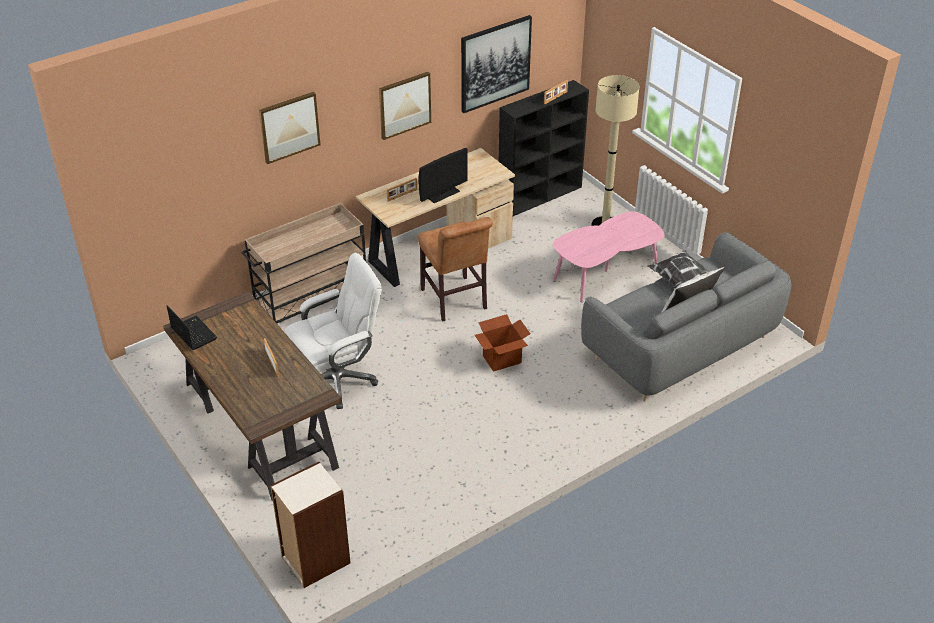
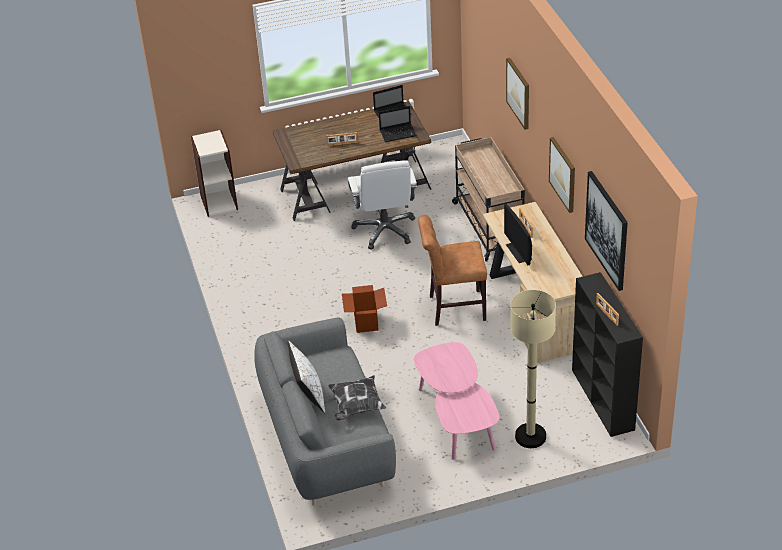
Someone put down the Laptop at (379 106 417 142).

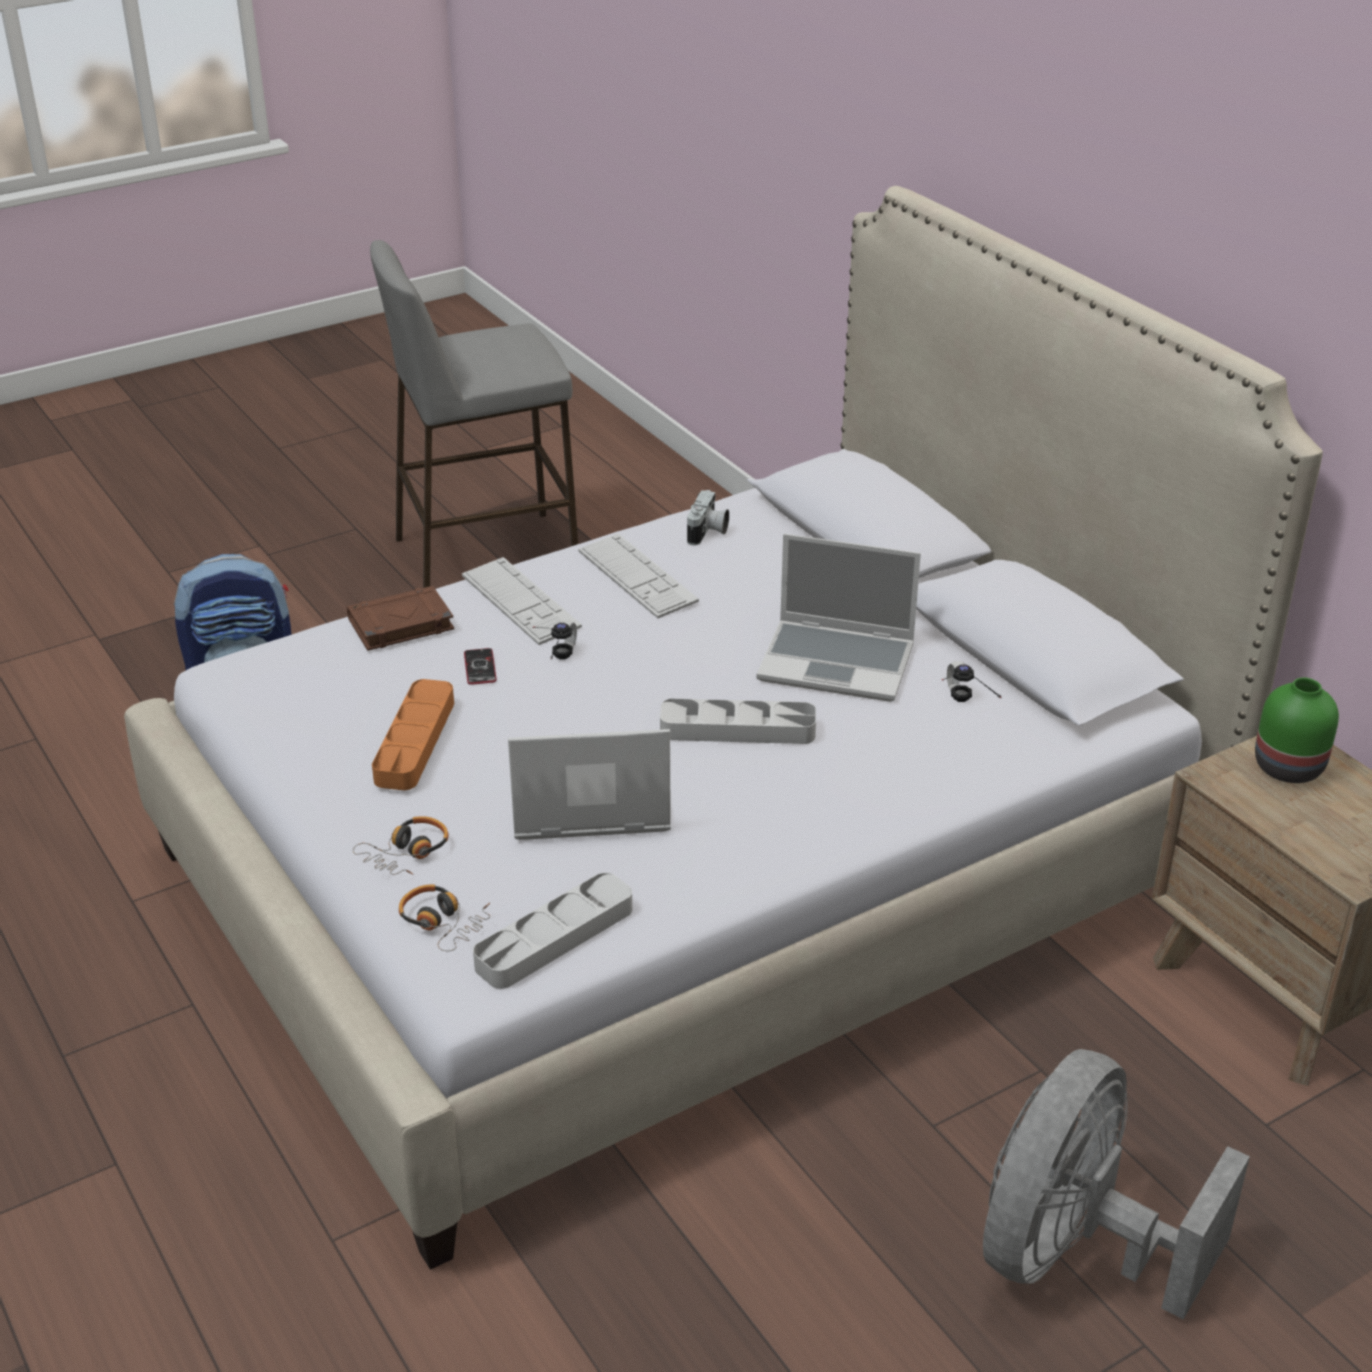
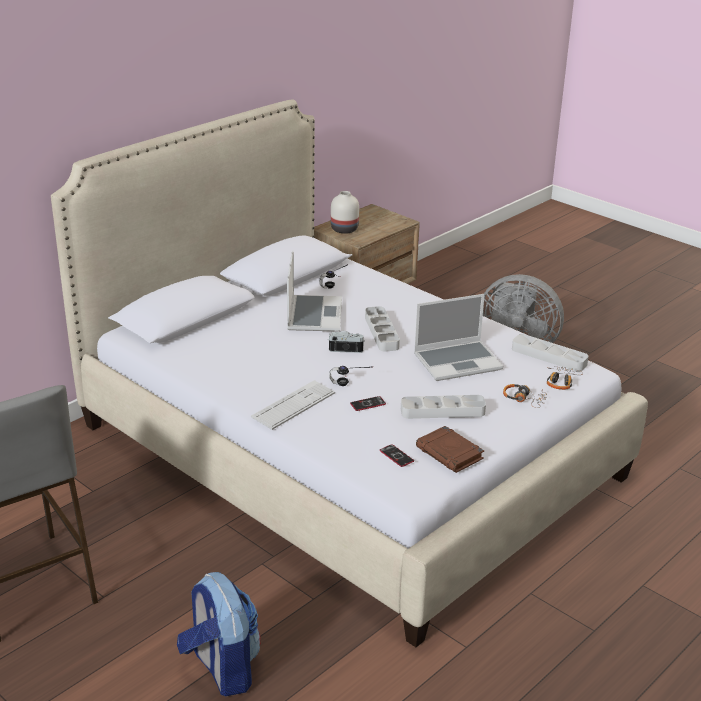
Someone took away the Keyboard at (578 534 699 618).
Someone put down the Phone at (380 444 414 467).
Someone carried the BrownBook from (347 586 454 651) to (416 426 484 473).
Someone carried the PhotoCamera from (687 490 729 546) to (328 331 365 353).
Someone repainted the OrangeTray at (372 679 454 790), which became the GreyTray at (401 395 486 419).
Someone repainted the GreenVase at (1255 678 1339 783), which became the WhiteVase at (331 191 359 234).
Someone rotated the Laptop at (508 729 671 840) by 90 degrees counterclockwise.

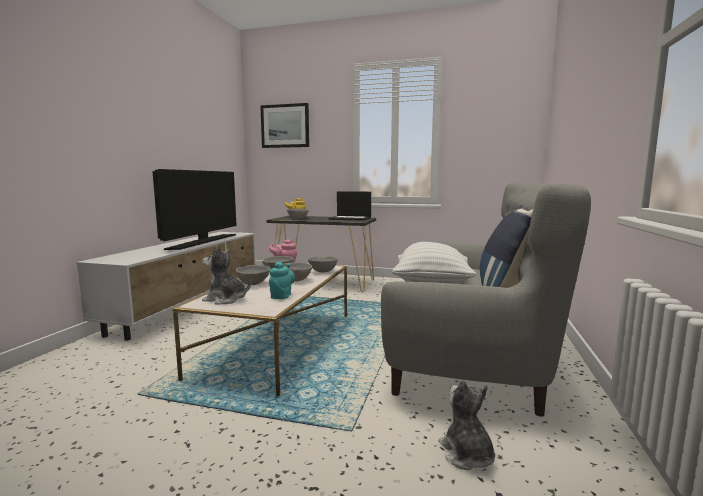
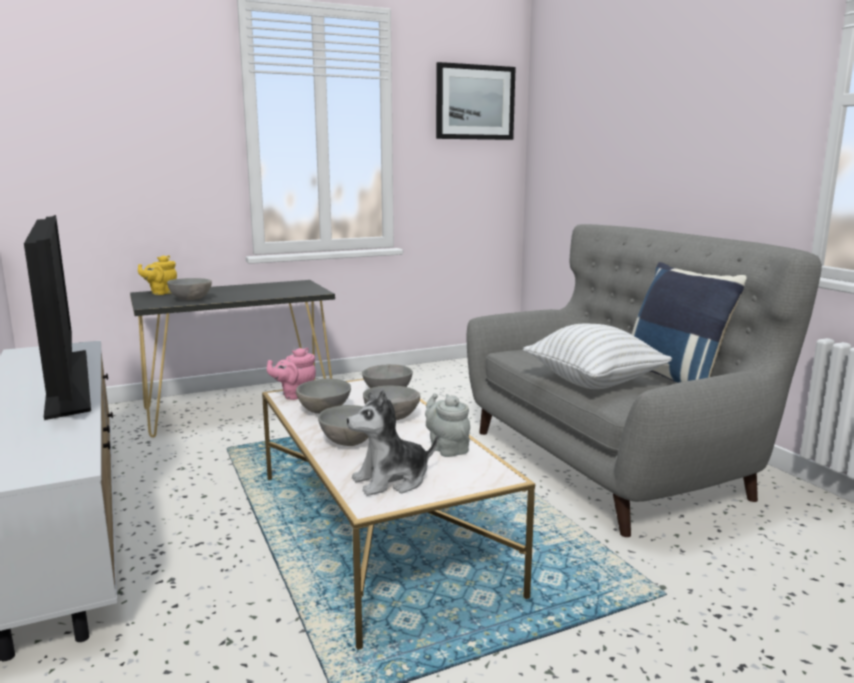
Someone took away the Laptop at (329 191 371 221).
Someone took away the PlushToy at (439 380 495 470).
Someone carried the Picture from (260 103 309 148) to (436 62 516 140).
Someone repainted the TurquoiseTeapot at (269 262 295 299), which became the GreyTeapot at (425 393 470 457).

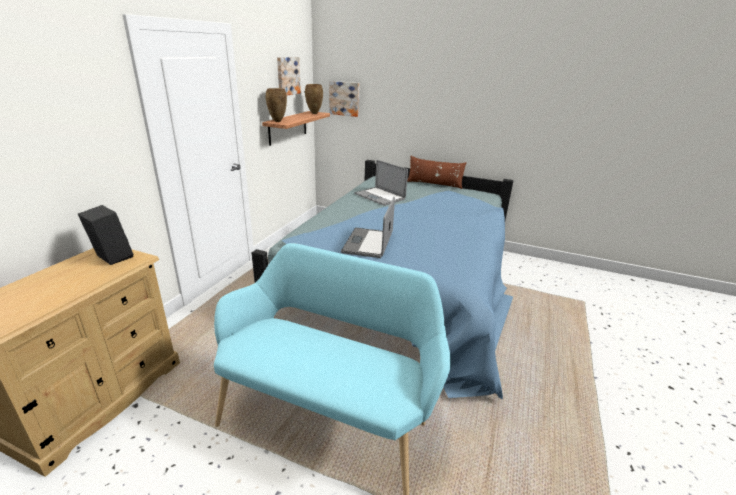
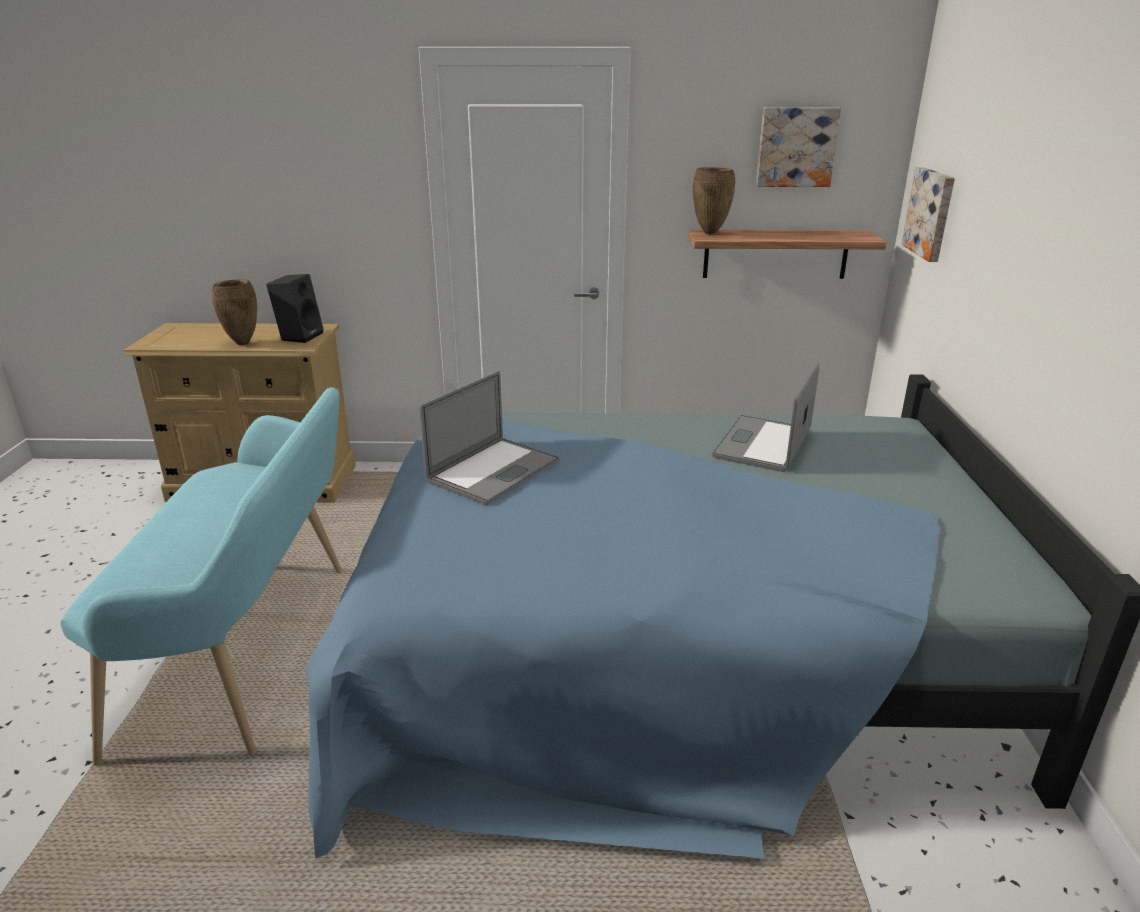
Someone took away the BrownPillow at (407 156 466 189).
Someone carried the BrownVase from (305 84 323 114) to (212 280 257 345).
Someone rotated the Laptop at (341 197 395 258) by 135 degrees clockwise.

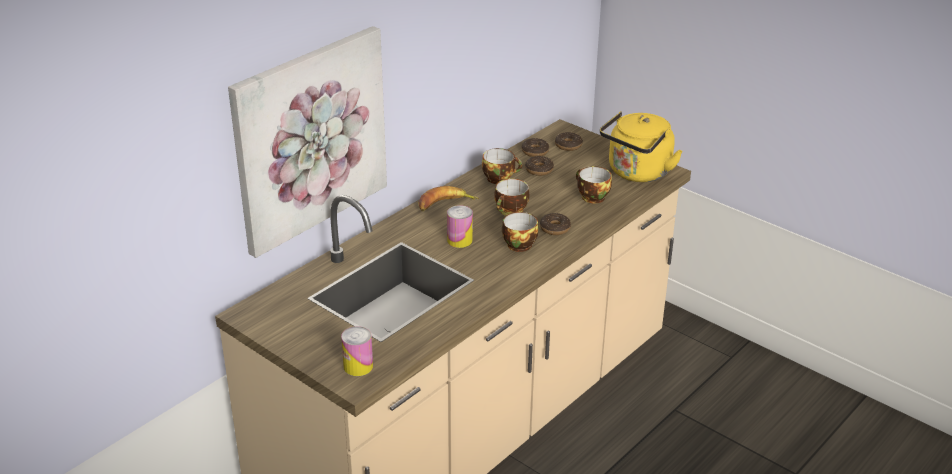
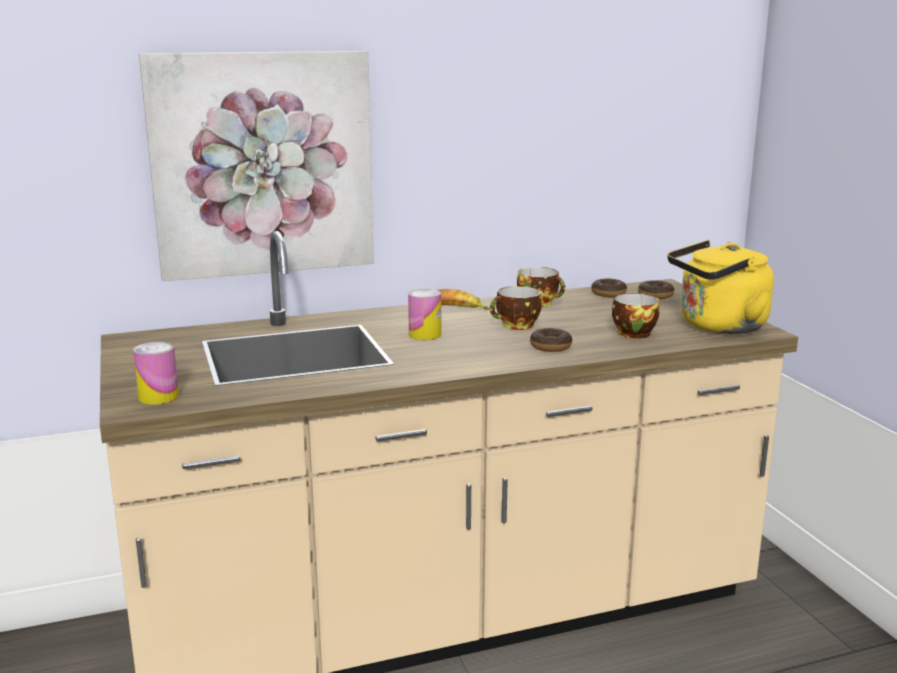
Someone took away the Cup at (502 212 539 252).
Someone took away the Donut at (525 156 554 176).

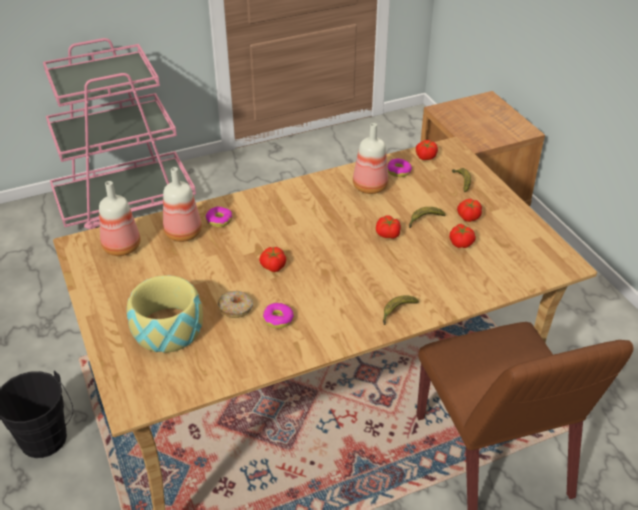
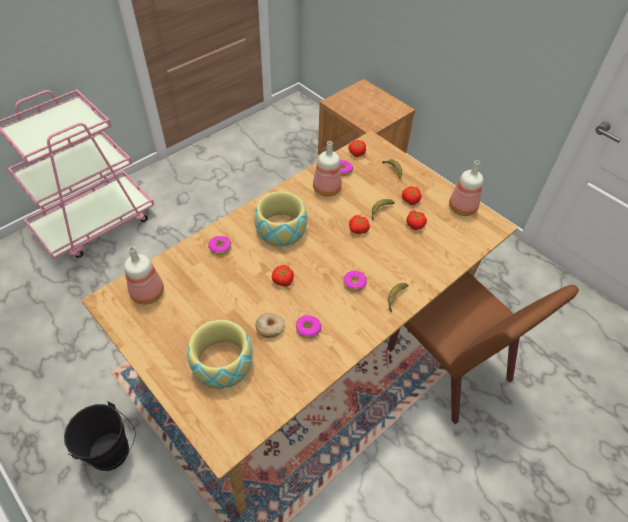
Someone put down the Bowl at (254 191 307 246).
Someone put down the Donut at (343 270 367 291).
Someone carried the Bottle from (163 167 202 242) to (449 160 483 216).

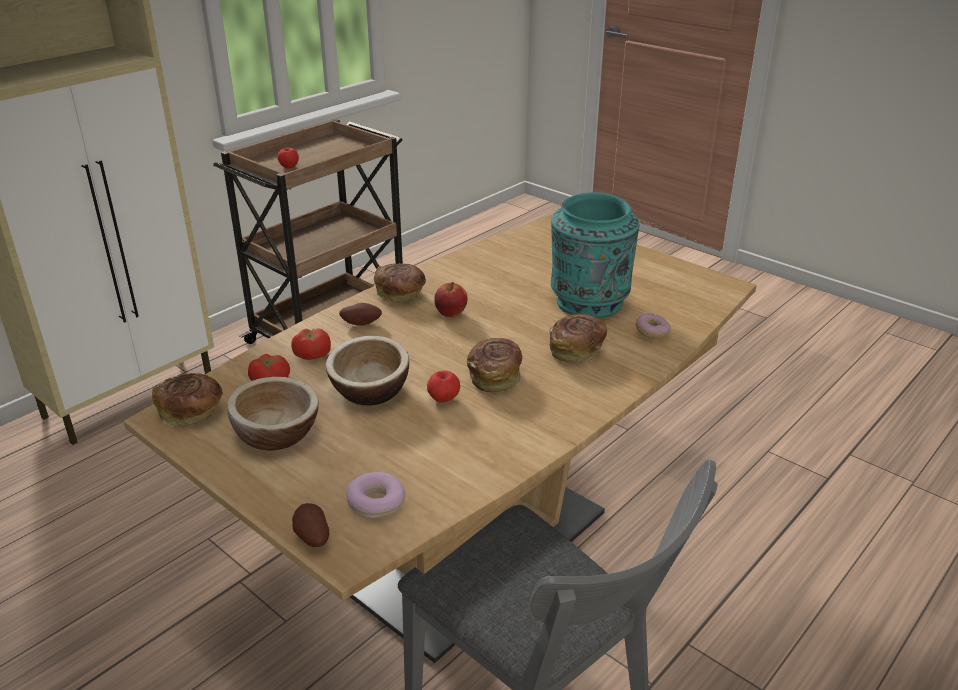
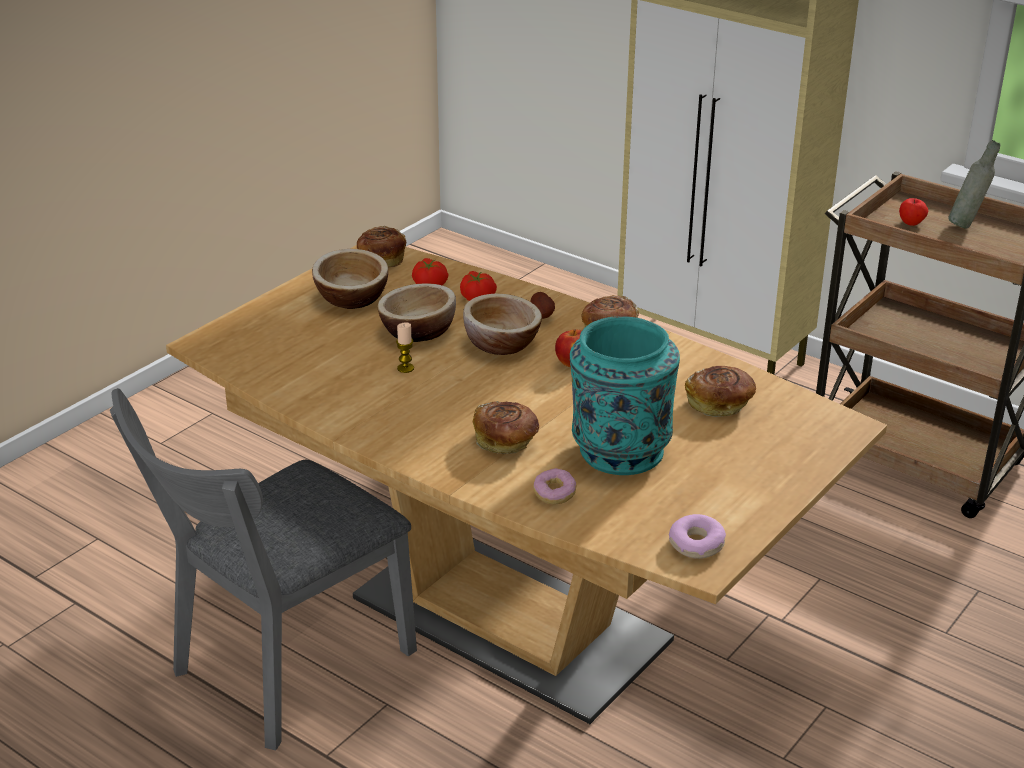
Someone took away the Potato at (292 503 329 547).
Someone put down the Bowl at (463 294 542 355).
Someone put down the GreyBottle at (948 140 1000 229).
Someone carried the Donut from (346 472 405 519) to (669 514 726 559).
Someone carried the Bread from (467 338 522 392) to (685 366 756 417).
Someone swapped the Apple at (427 370 460 403) for the Candle at (396 323 414 373).

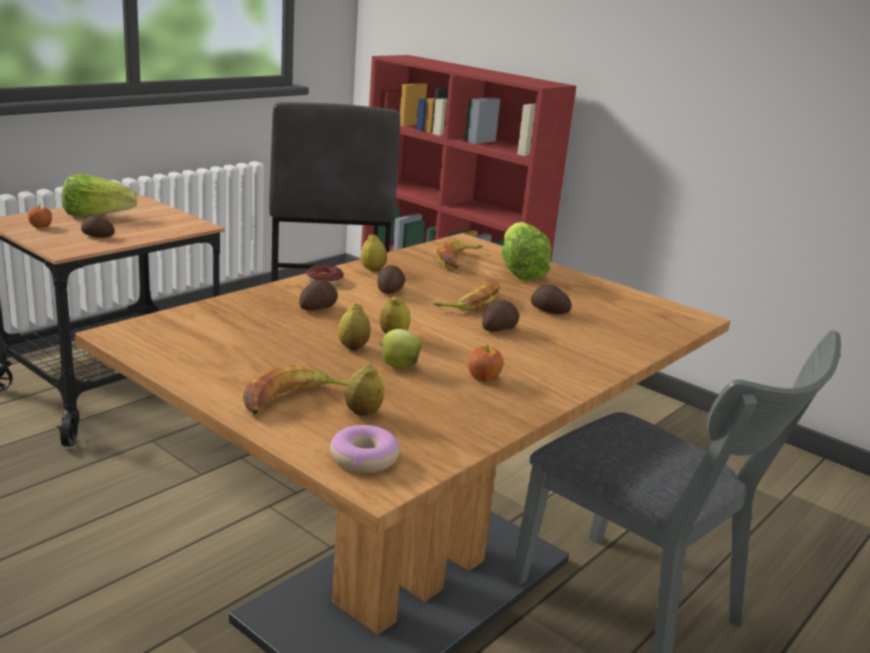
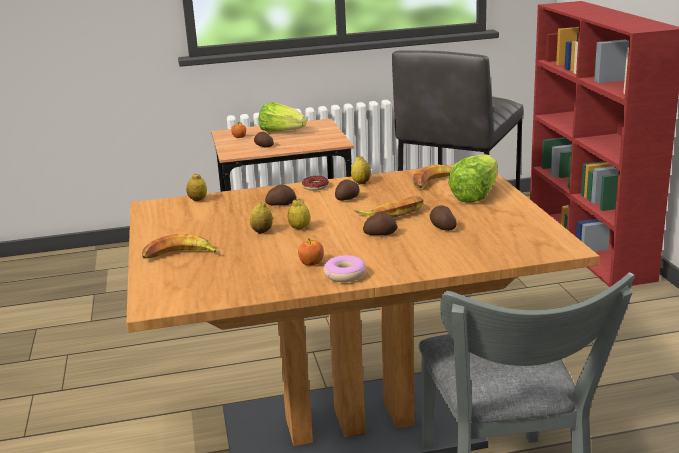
Someone took away the Apple at (379 329 422 368).
Someone carried the Donut from (330 425 400 473) to (323 255 366 282).
Someone carried the Lemon from (345 364 384 416) to (186 173 207 201).

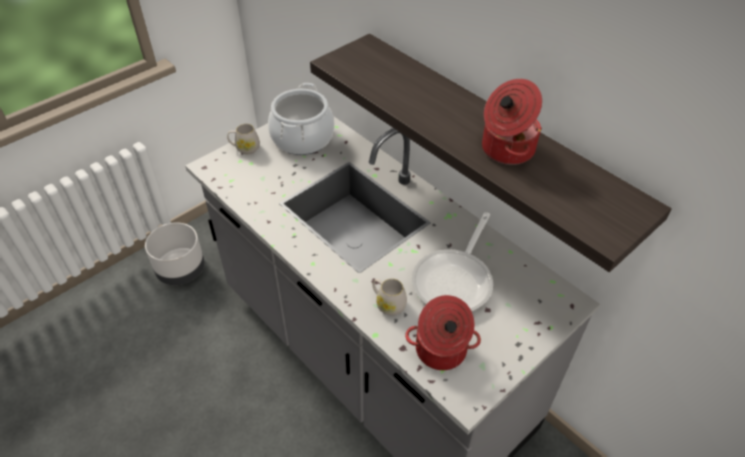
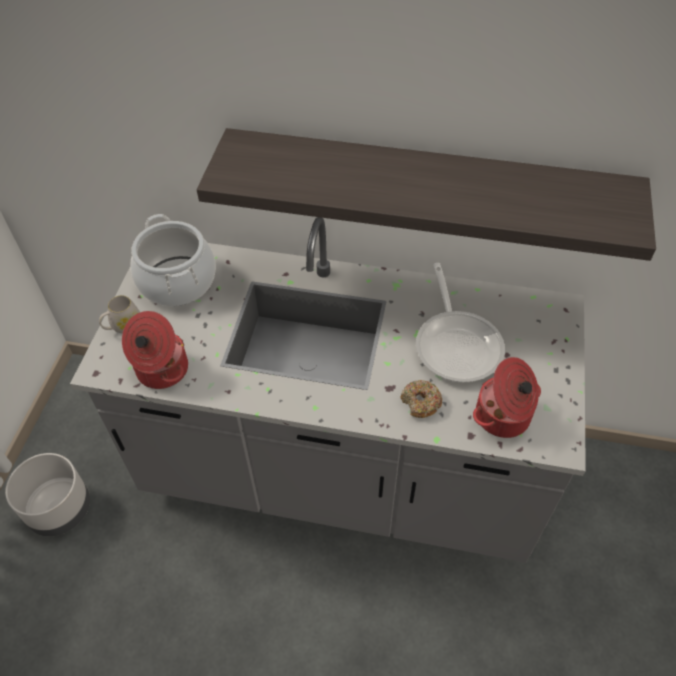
Someone carried the CookingPot from (482 79 542 165) to (122 311 188 389).
Someone swapped the WhiteMug at (372 279 407 316) for the Donut at (400 380 442 418).

